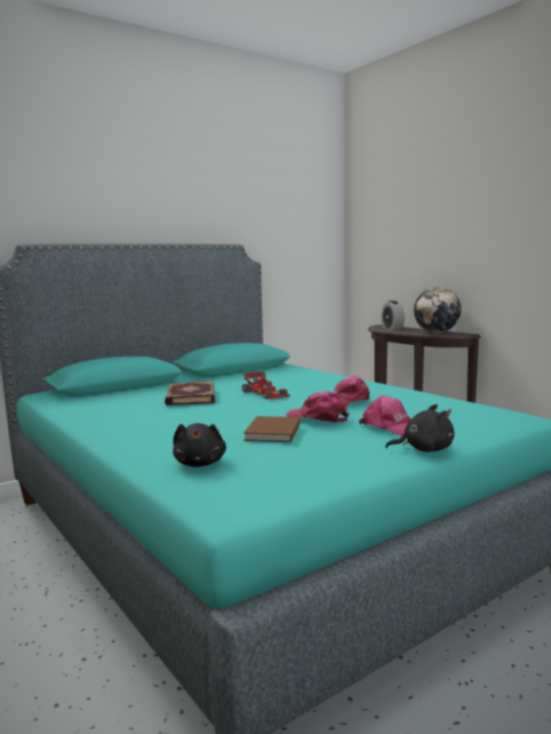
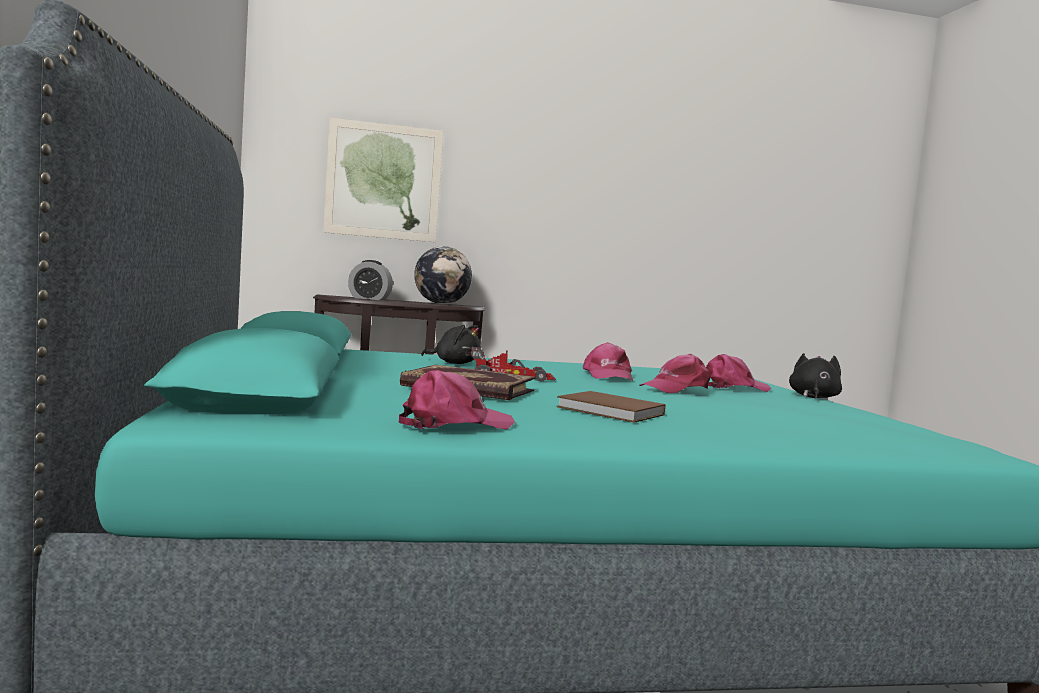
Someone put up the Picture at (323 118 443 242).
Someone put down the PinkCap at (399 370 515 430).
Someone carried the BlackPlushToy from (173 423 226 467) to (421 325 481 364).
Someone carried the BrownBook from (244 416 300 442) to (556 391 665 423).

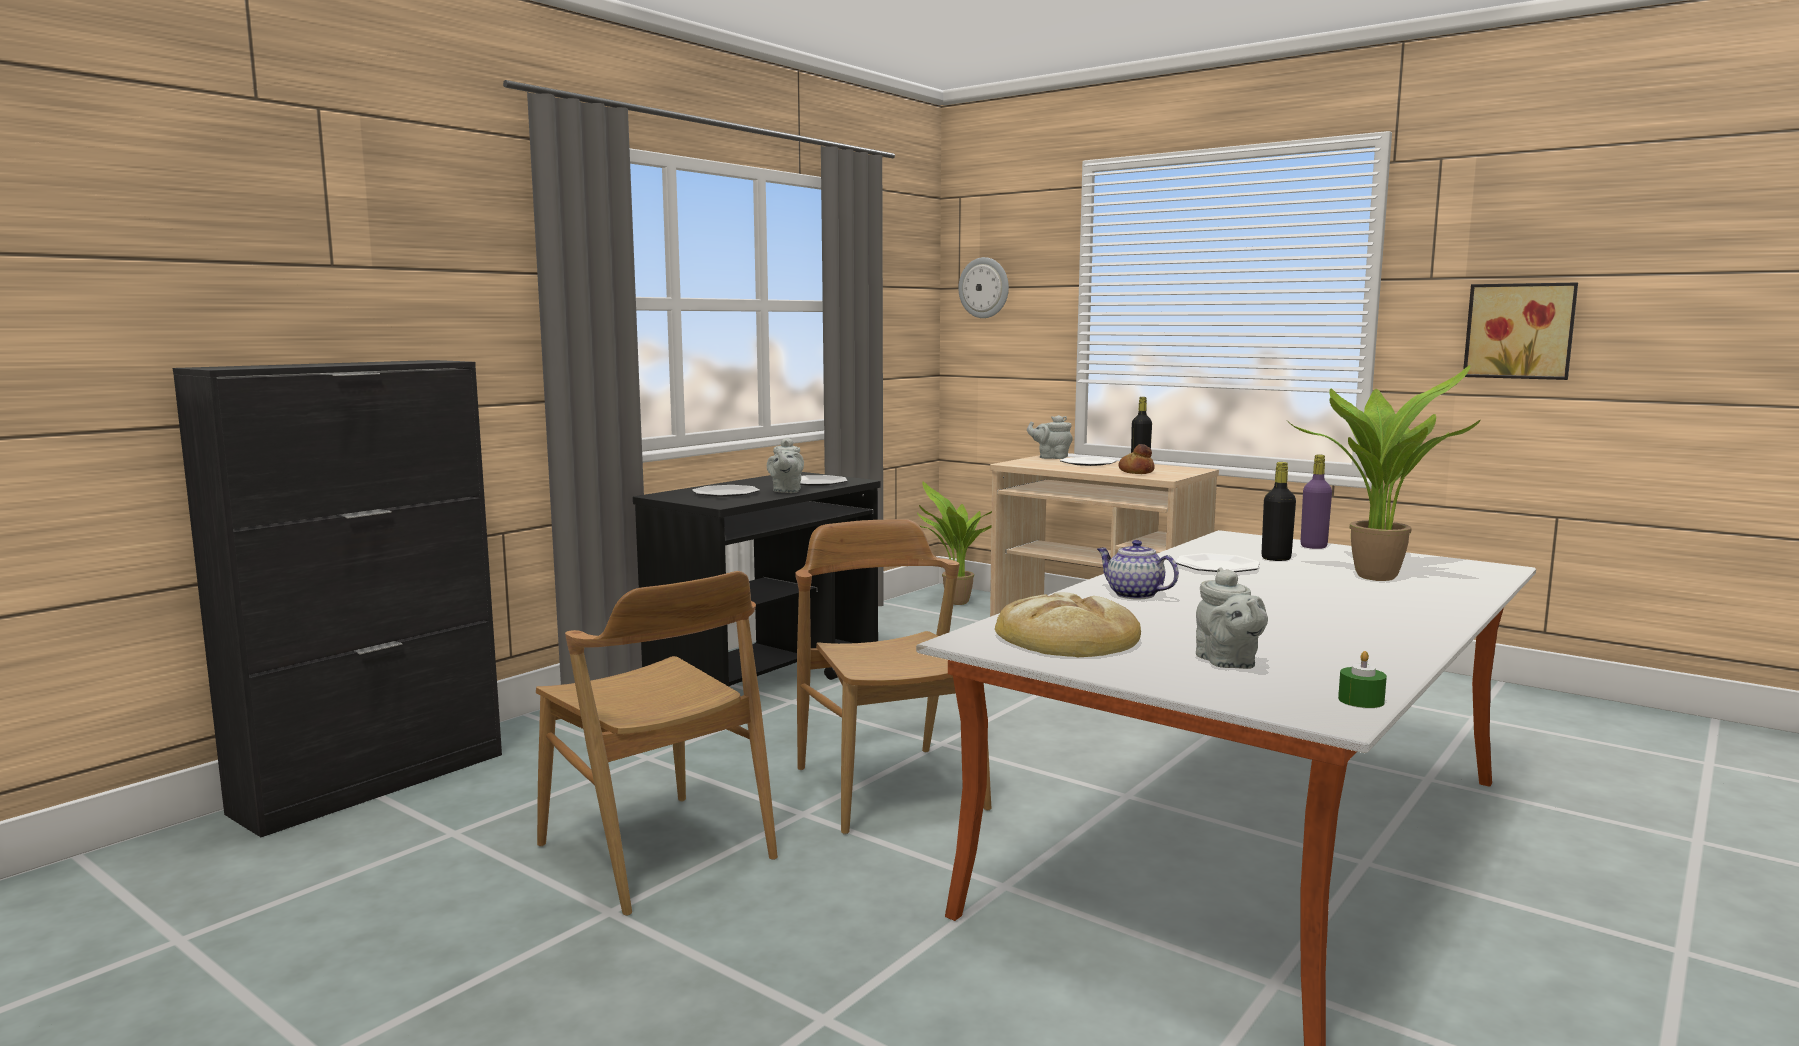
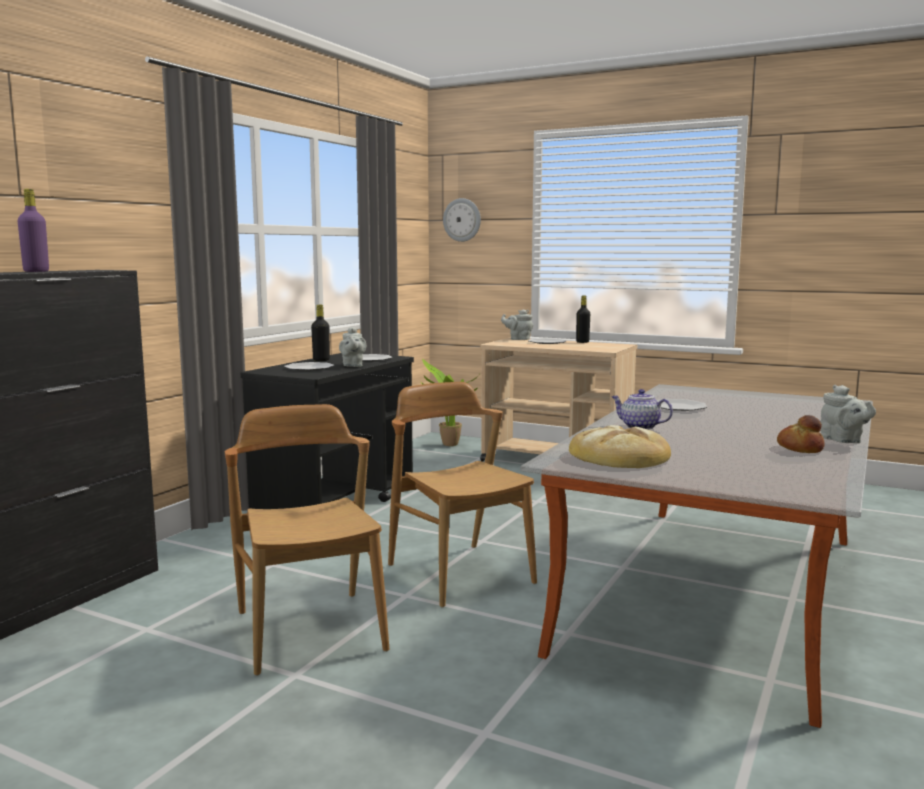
Someone took away the PottedPlant at (1290 365 1481 581).
Someone took away the GreenCandle at (1338 651 1387 708).
Someone took away the Picture at (1463 283 1578 380).
Someone carried the Bread from (1119 444 1154 474) to (777 415 825 453).
Someone carried the GreyTeapot from (1196 567 1268 669) to (820 385 876 443).
Someone carried the BlackBottle from (1262 462 1296 561) to (311 305 330 361).
Someone carried the PurpleBottle from (1301 455 1332 549) to (17 189 49 272).
Someone rotated the BrownChair at (536 571 778 916) by 150 degrees counterclockwise.

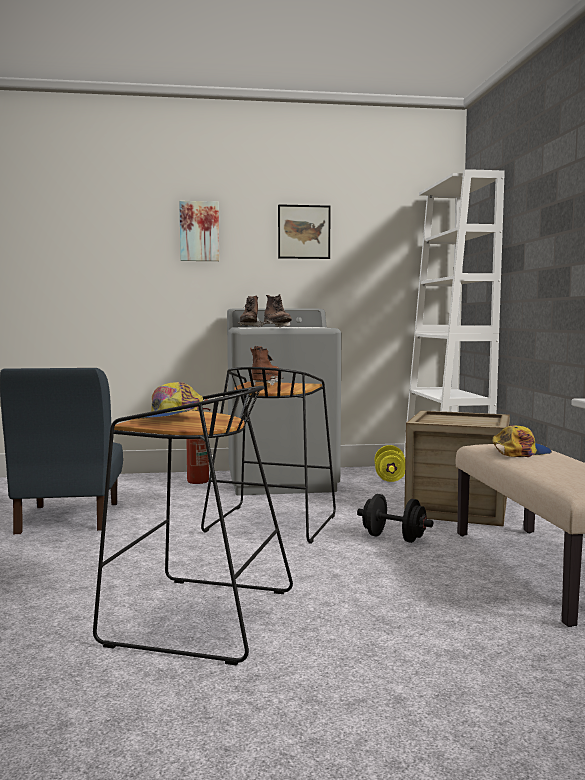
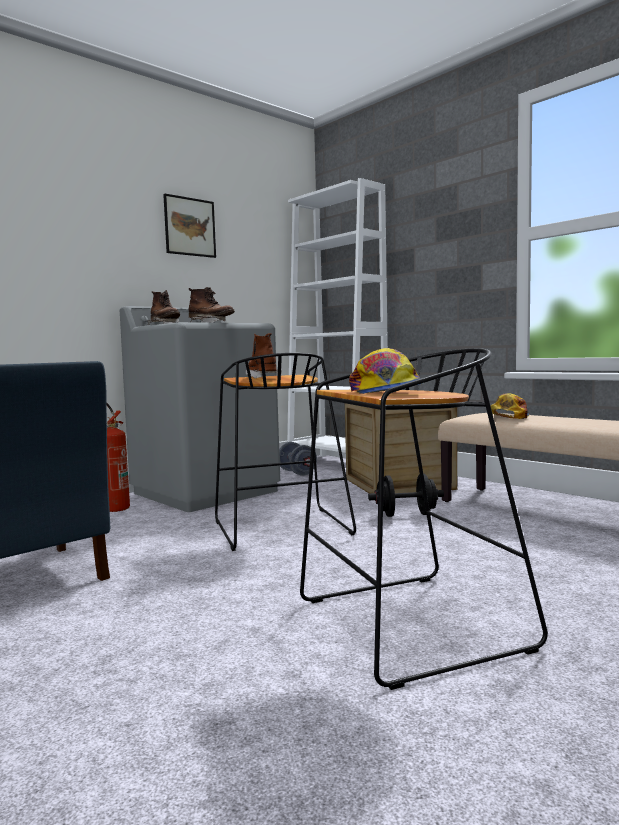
Someone took away the Picture at (179 201 219 261).
Someone repainted the YellowDumbbell at (375 445 405 482), which became the GreyDumbbell at (279 442 317 476).

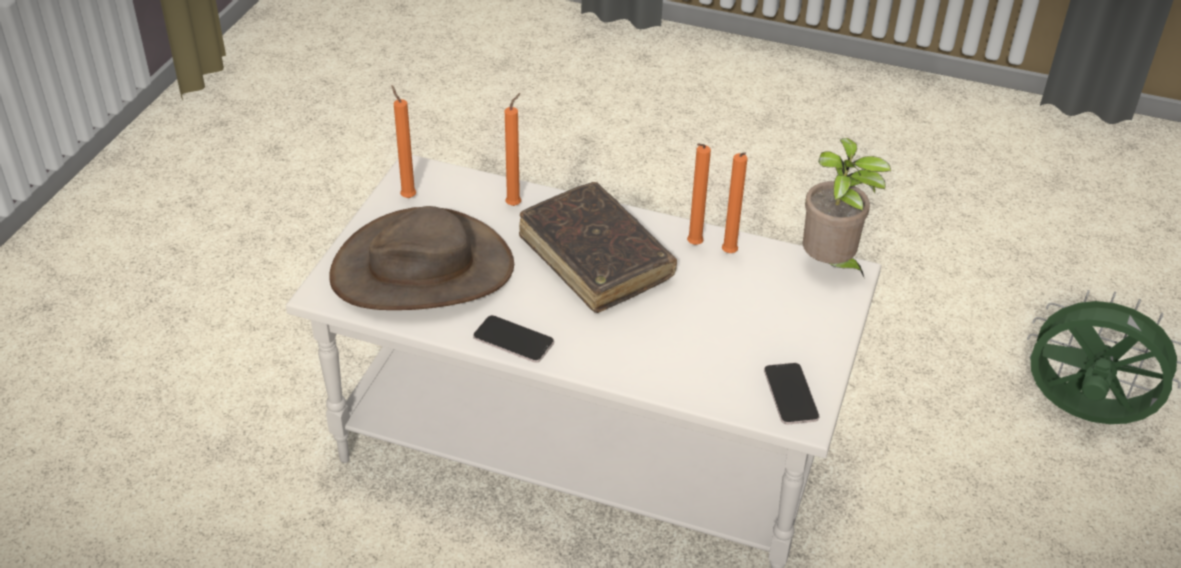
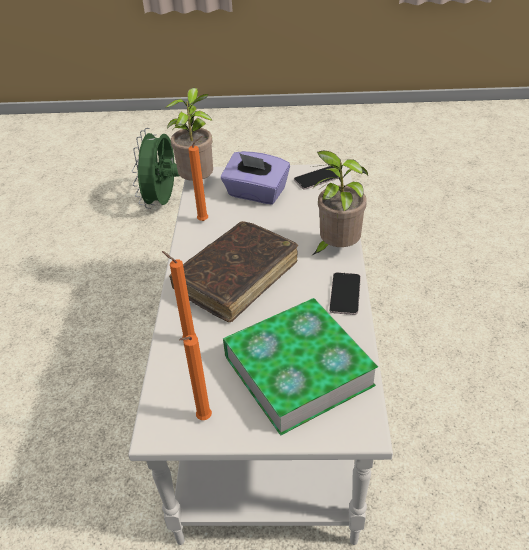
Someone took away the OrangeCandle at (687 143 711 245).
Someone put down the PurpleTissueBox at (221 151 290 205).
Someone put down the PottedPlant at (312 151 368 255).
Someone swapped the BrownHat at (329 206 514 310) for the Book at (223 298 378 436).

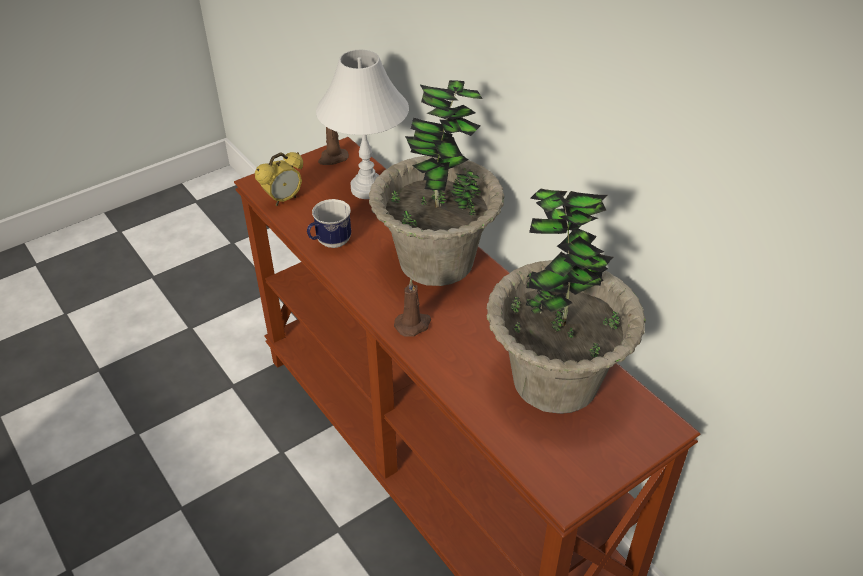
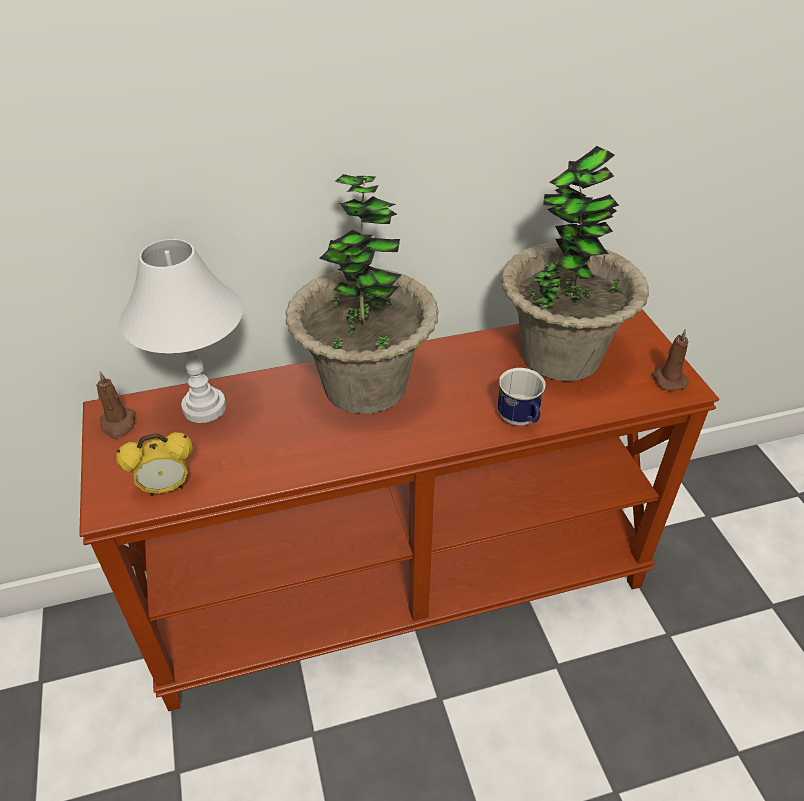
Someone carried the Mug from (307 199 351 248) to (498 368 546 426).
Someone carried the BrownCandle from (394 279 431 336) to (652 328 689 391).
Someone rotated the AlarmClock at (255 152 303 206) by 90 degrees clockwise.

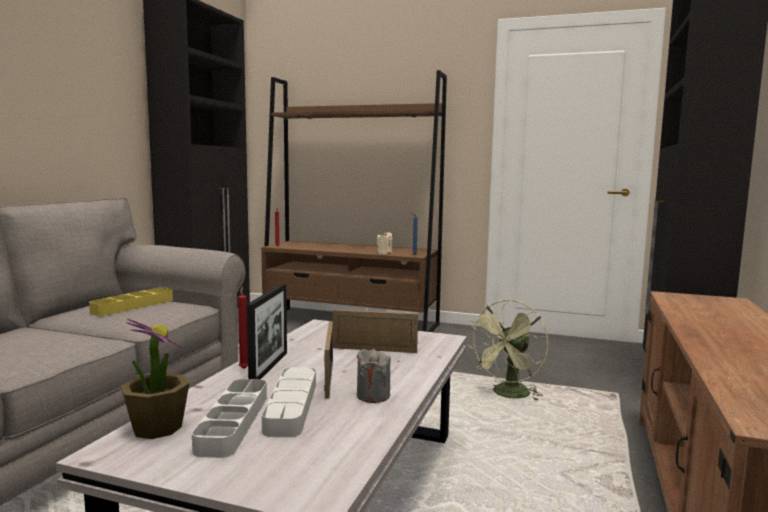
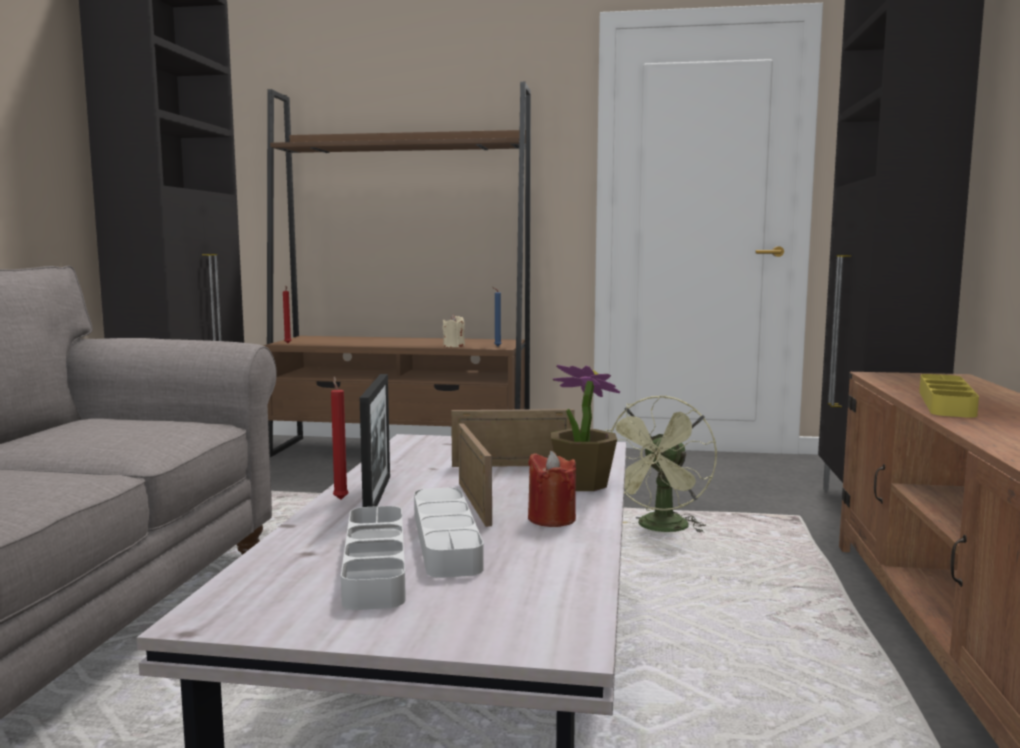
Someone carried the YellowTray from (89 287 173 316) to (919 374 979 418).
Someone carried the PottedPlant from (121 318 189 439) to (551 365 620 491).
Someone repainted the GreyCandle at (357 349 391 403), which became the RedCandle at (528 451 576 527).

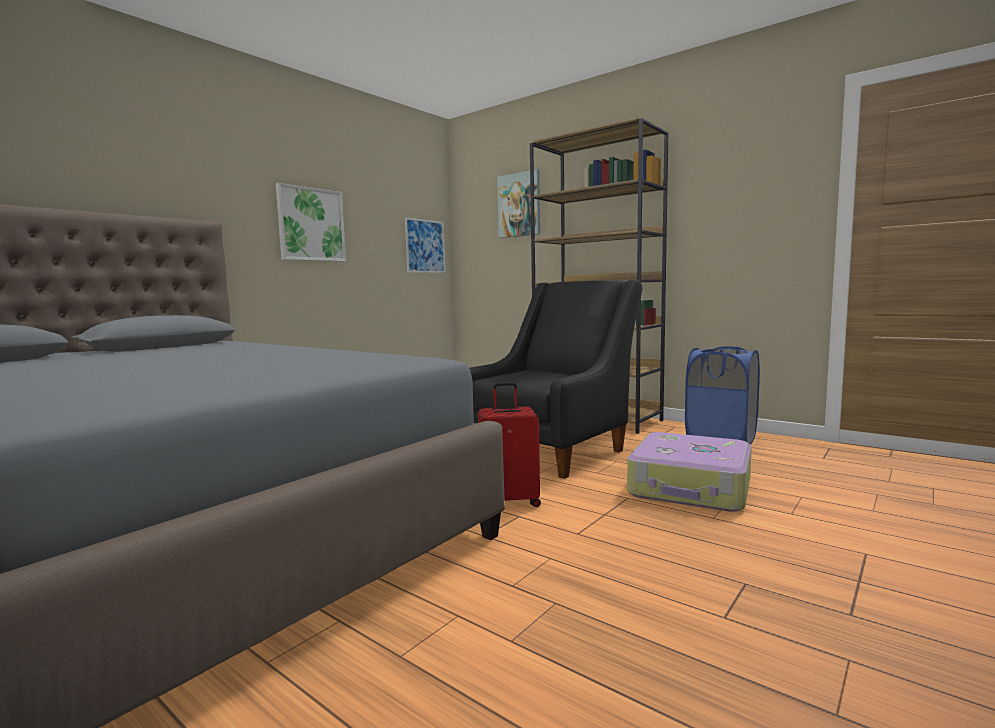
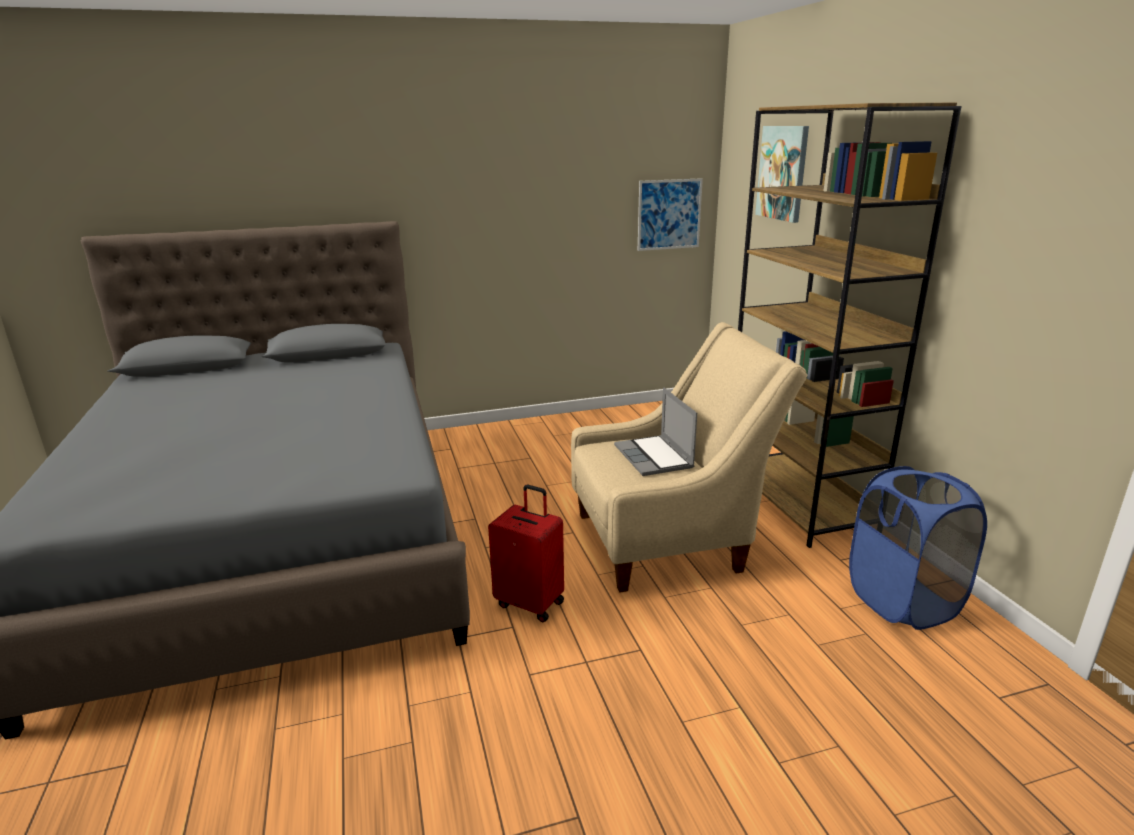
Someone took away the Picture at (276 183 346 262).
Someone took away the Suitcase at (627 432 752 512).
Someone put down the Laptop at (614 387 697 476).
Someone repainted the BlackArmchair at (469 280 642 479), which became the BeigeArmchair at (571 322 807 592).

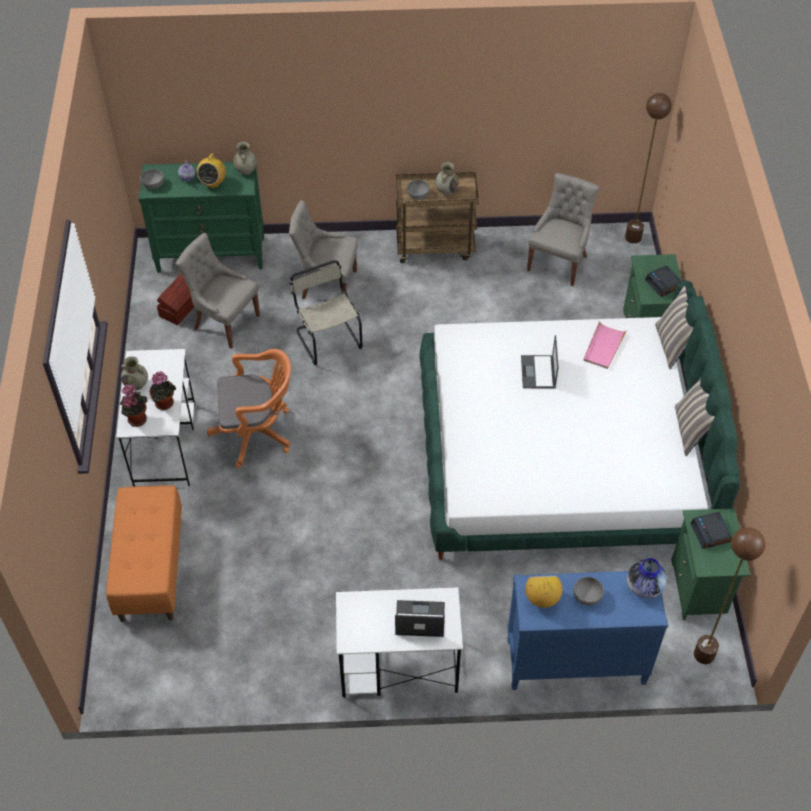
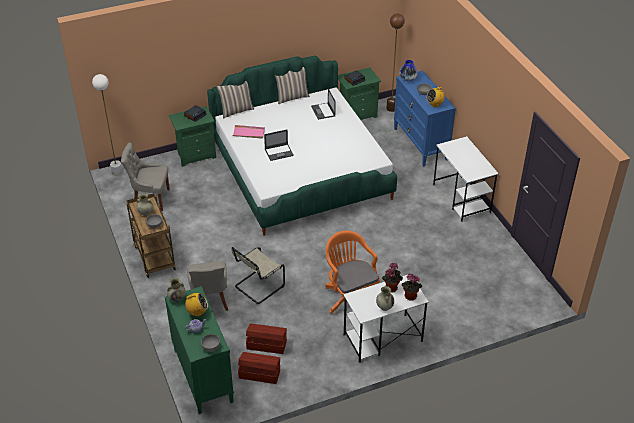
Someone took away the OrangeBench at (106 486 182 622).
Someone carried the Laptop from (395 600 445 637) to (311 88 336 120).
Someone swapped the GreyChair at (176 233 260 349) for the BrownStorageBox at (246 323 287 354).
Someone repainted the BrownFloorLamp at (625 93 672 243), which became the WhiteFloorLamp at (92 74 123 176).

